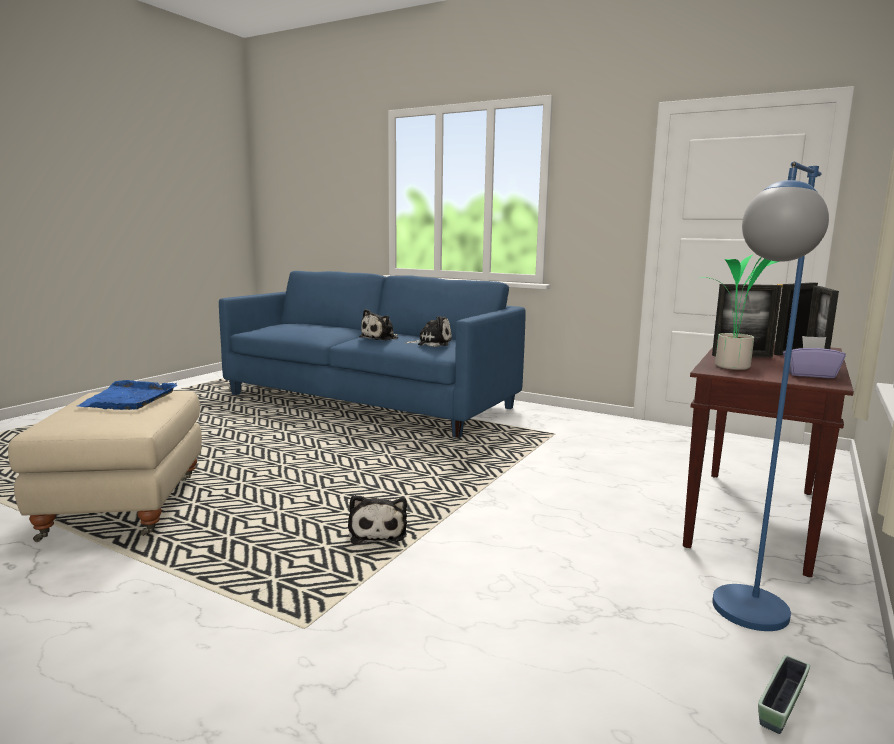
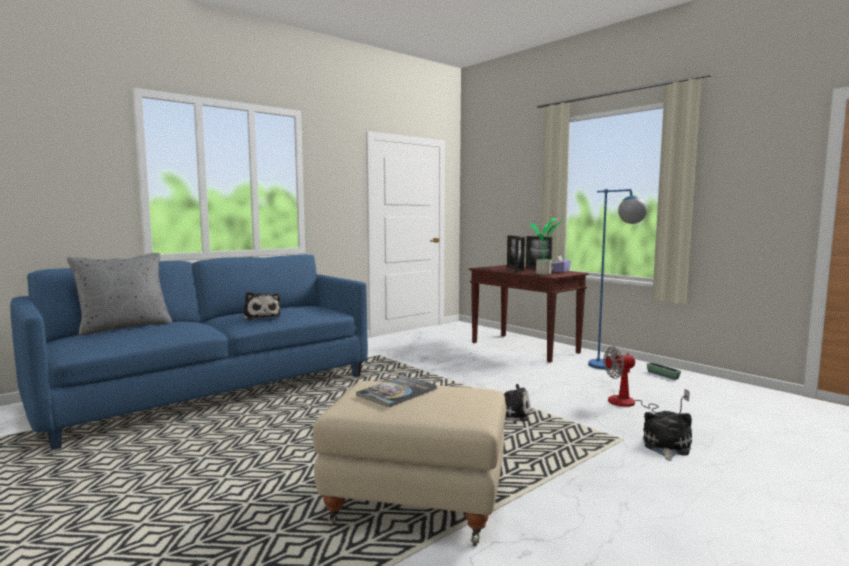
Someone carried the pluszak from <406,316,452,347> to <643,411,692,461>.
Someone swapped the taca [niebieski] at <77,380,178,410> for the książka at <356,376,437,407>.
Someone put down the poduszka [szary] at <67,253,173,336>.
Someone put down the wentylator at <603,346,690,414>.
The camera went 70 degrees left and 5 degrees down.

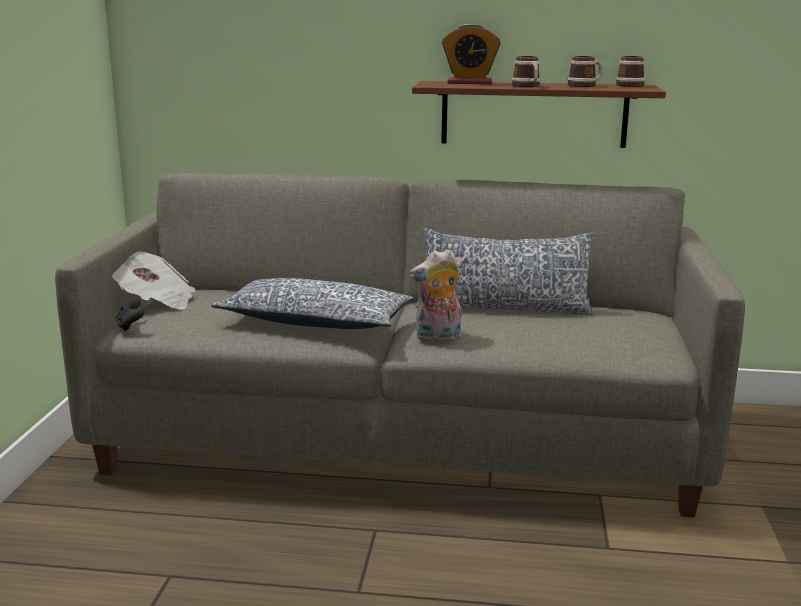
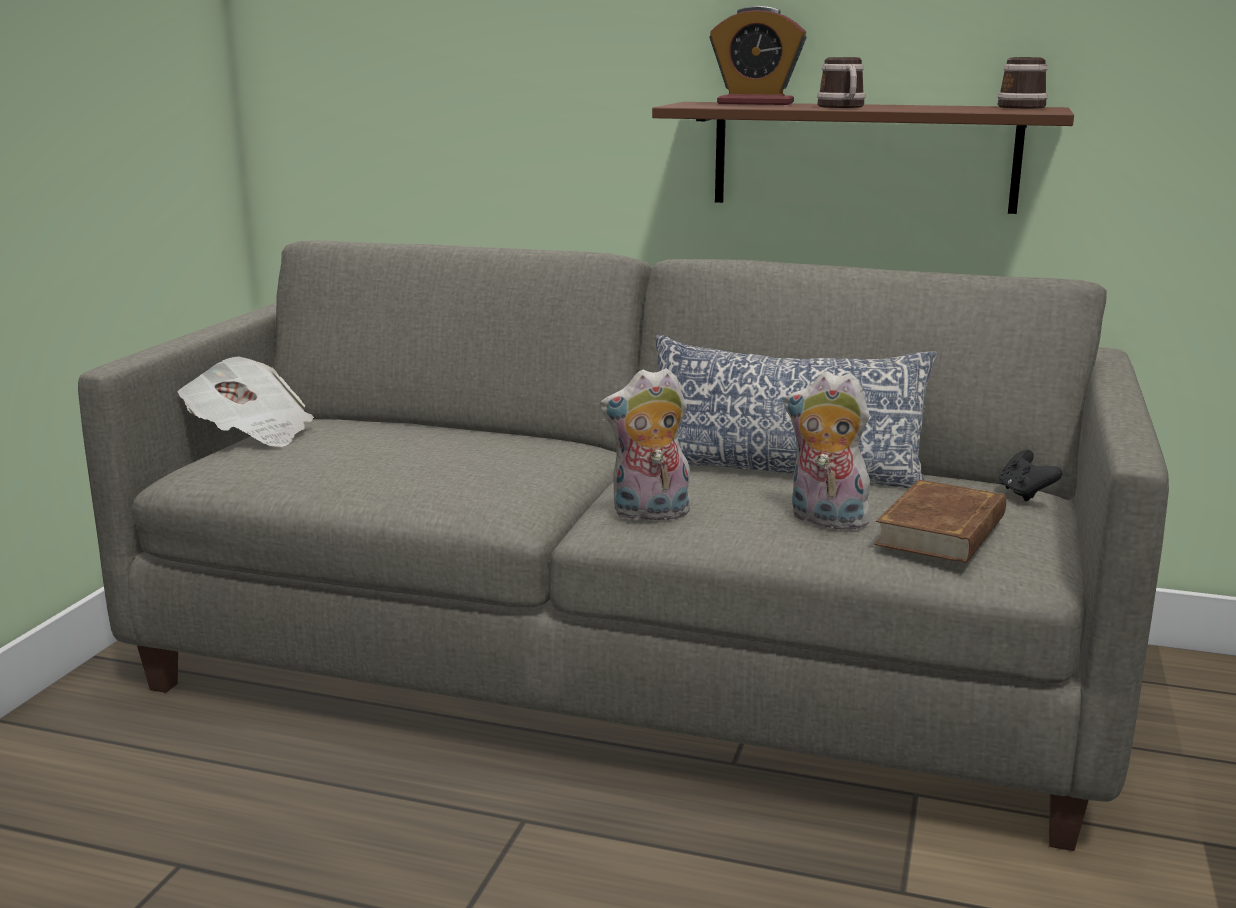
Someone took away the kubek at <567,56,603,87>.
Someone took away the poduszka at <211,278,413,329>.
Someone carried the pad do gier [czarny] from <116,299,144,331> to <999,450,1063,501>.
Someone put down the pluszak at <785,371,878,530>.
Someone put down the książka [brązowy] at <874,480,1006,563>.
The camera went 10 degrees right and 0 degrees up.

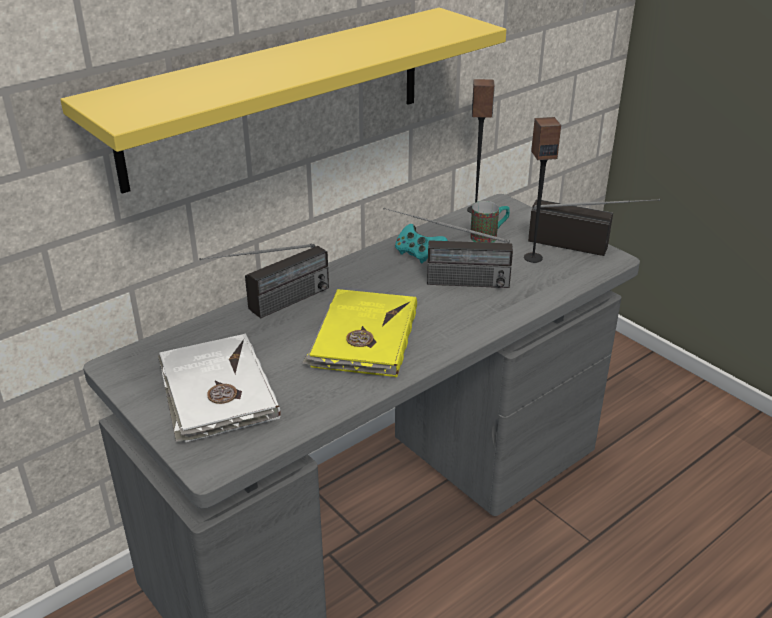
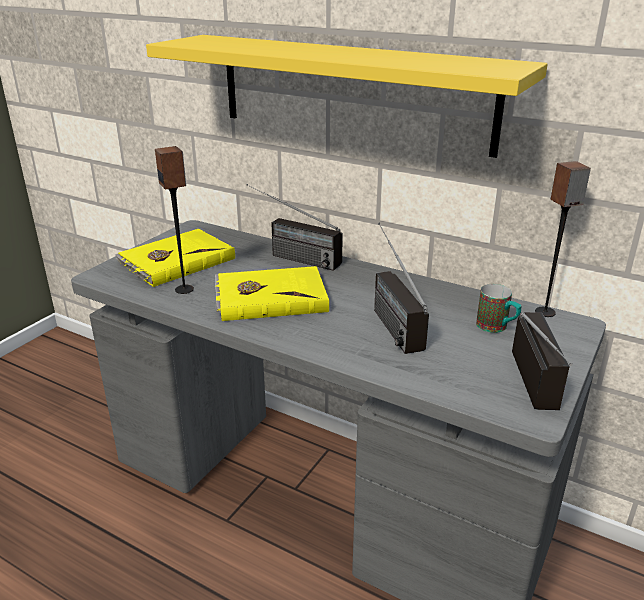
Someone carried the głośnik from <524,117,561,263> to <155,146,194,294>.
Someone took away the pad do gier [turkusowy] at <395,224,448,263>.
Someone repainted the książka [biały] at <158,333,281,442>, which became the książka [żółty] at <115,229,235,287>.
The camera went 70 degrees right and 5 degrees down.

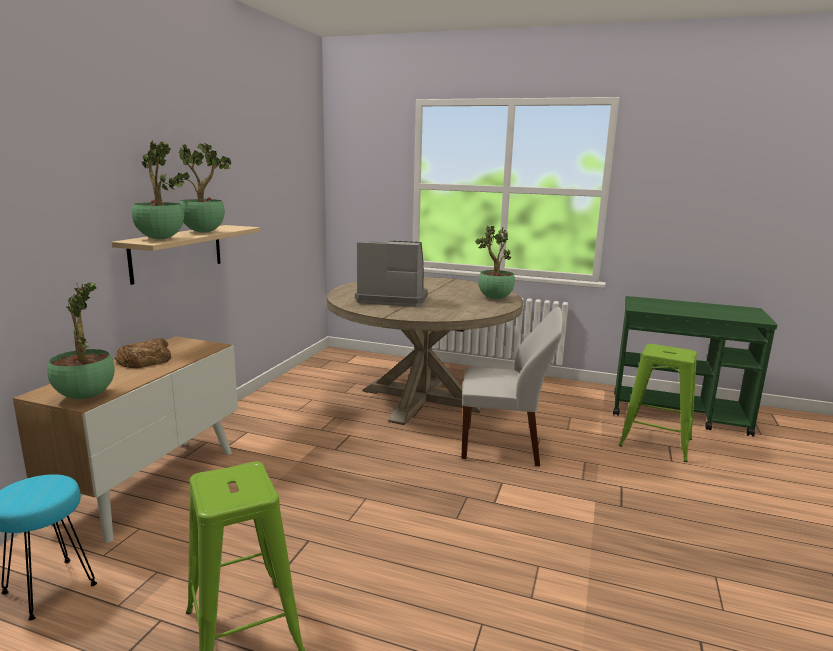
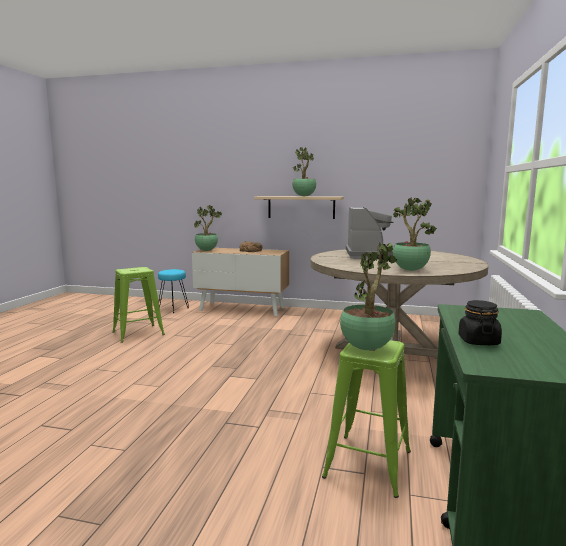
Someone carried the roślina doniczkowa from <132,140,184,239> to <340,243,397,350>.
Someone took away the krzesło [biały] at <462,307,563,466>.
Someone put down the słoik [czarny] at <458,300,502,345>.
The camera went 85 degrees right and 5 degrees down.

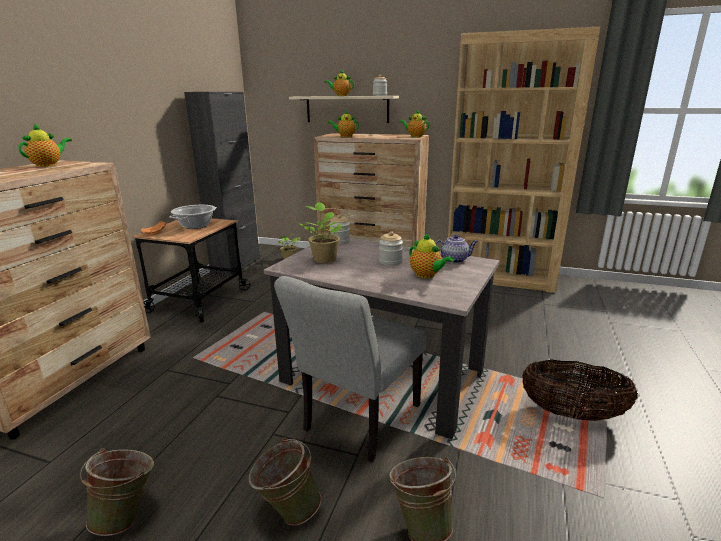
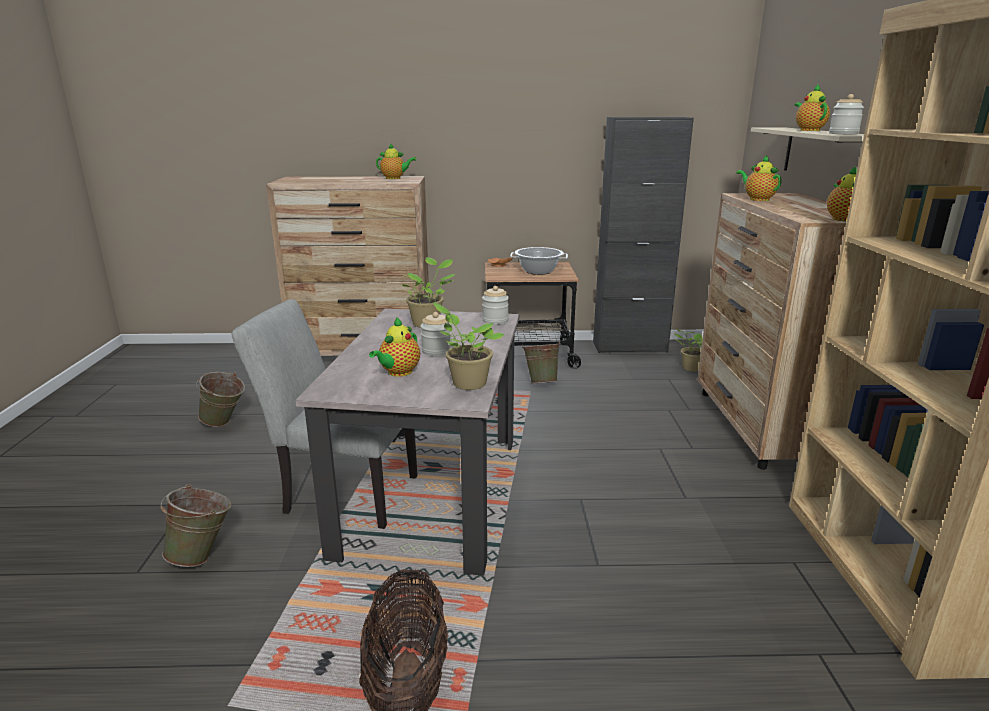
Someone swapped the imbryk at <436,234,478,263> for the roślina doniczkowa at <433,302,505,390>.
Someone carried the wiadro [zielony] from <249,437,322,526> to <522,342,561,383>.
The camera went 70 degrees right and 0 degrees up.

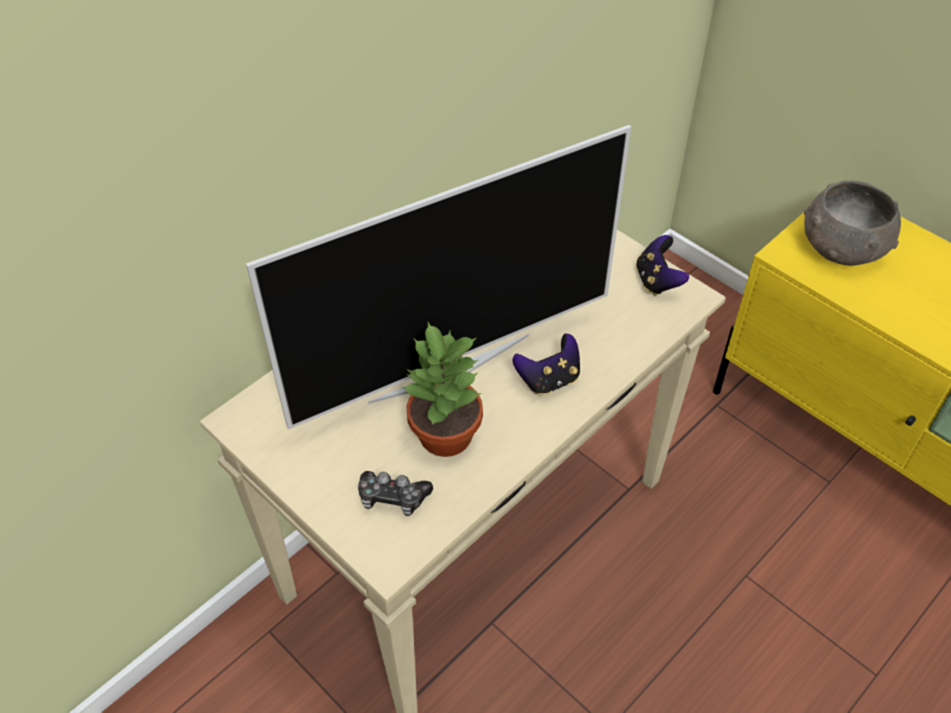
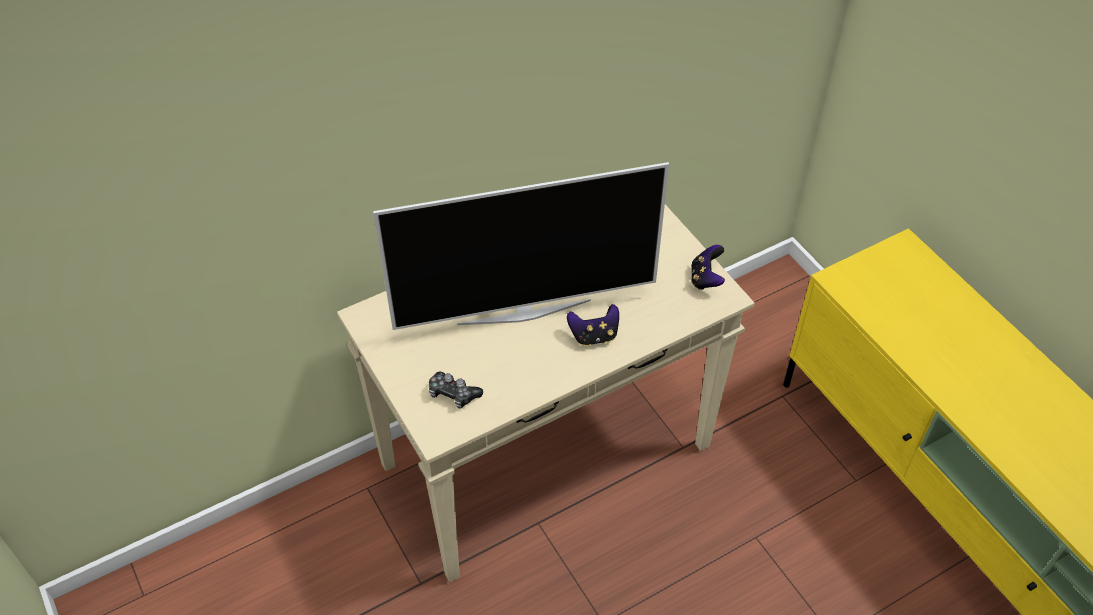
Someone took away the miska [szary] at <804,180,901,266>.
Someone took away the roślina doniczkowa at <401,322,483,457>.
The camera went 15 degrees right and 0 degrees up.

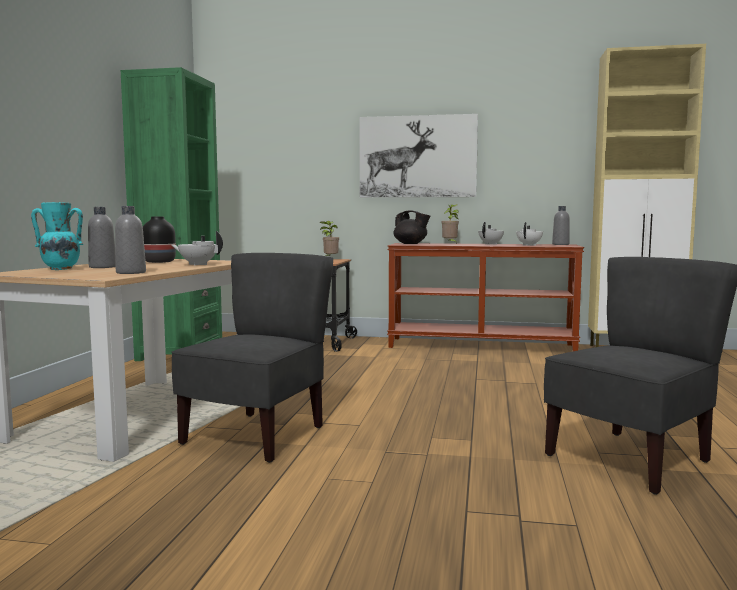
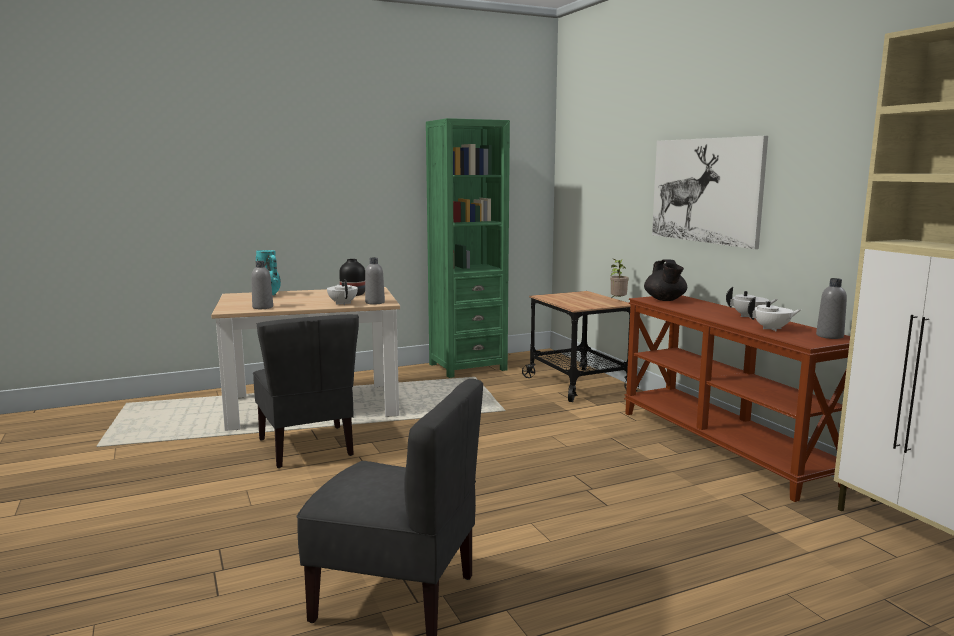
Someone took away the roślina doniczkowa at <441,204,459,244>.
Someone carried the butelka [szary] from <88,207,116,268> to <365,257,385,305>.
Someone rotated the krzesło [szary] at <171,253,333,463> by 75 degrees clockwise.
The camera went 55 degrees right and 5 degrees up.

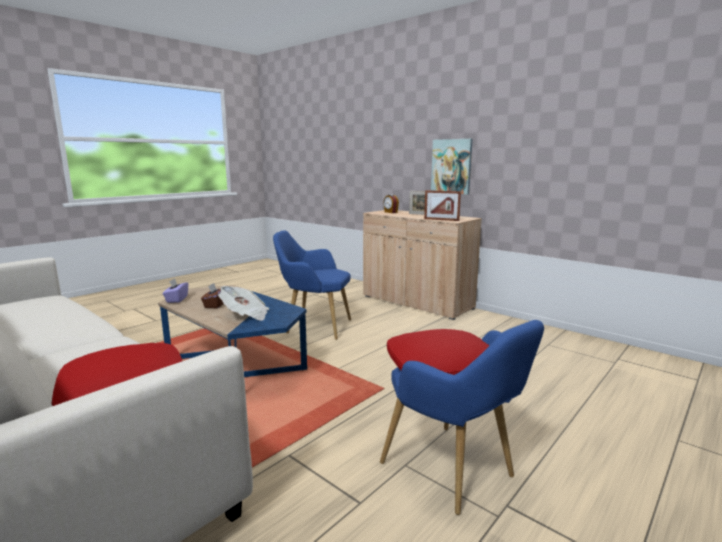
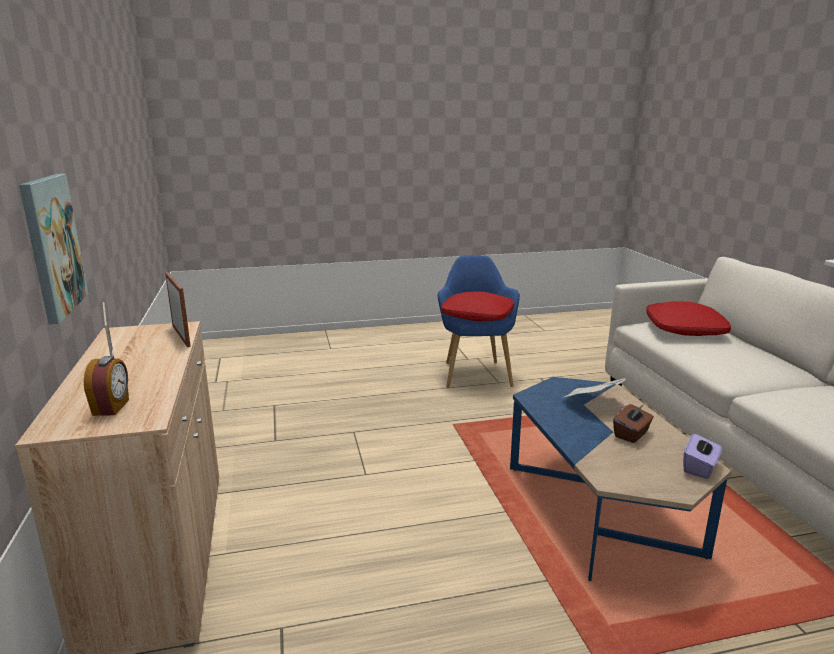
Someone took away the fotel [niebieski] at <273,230,351,340>.
The camera went 145 degrees left and 5 degrees up.

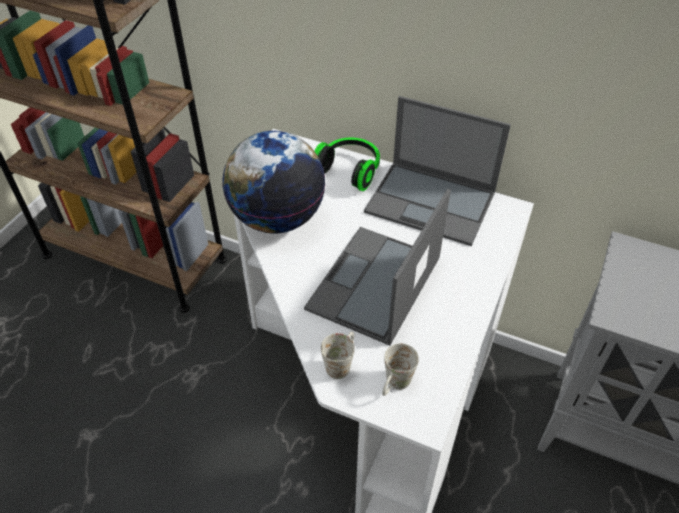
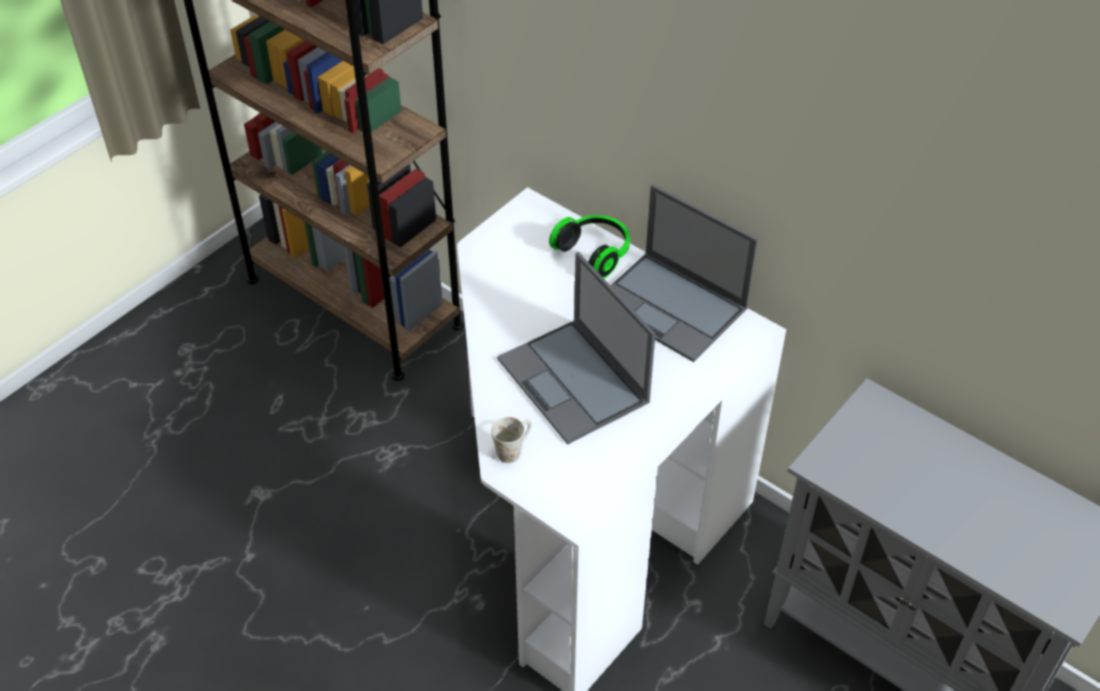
Someone took away the globus at <222,131,326,234>.
Someone rotated the laptop at <304,188,451,346> by 75 degrees counterclockwise.
Someone took away the kubek [biały] at <382,343,419,396>.
The camera went 15 degrees right and 0 degrees up.

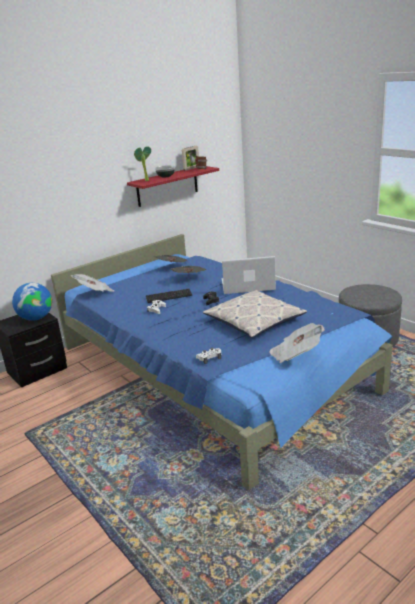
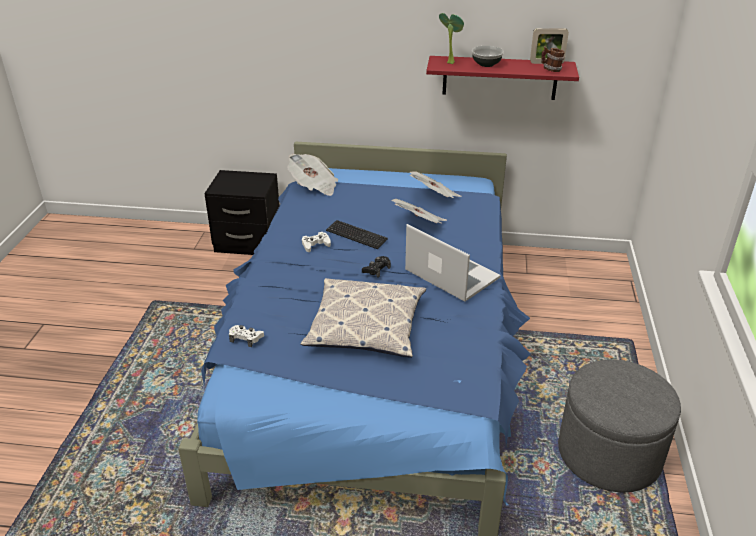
Someone took away the globus at <12,283,52,321>.
Someone took away the gazeta at <269,323,325,363>.
The camera went 45 degrees right and 10 degrees up.

